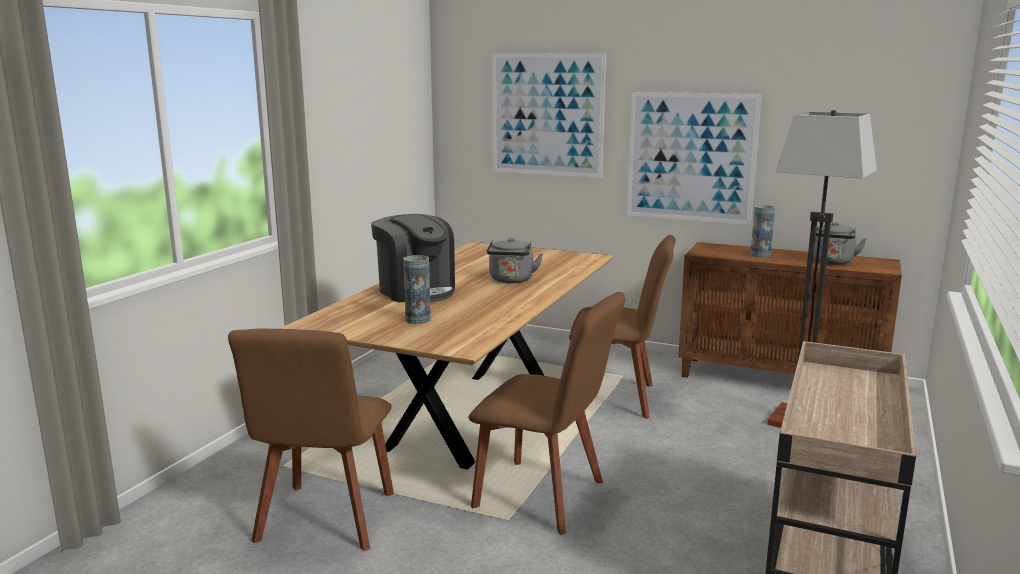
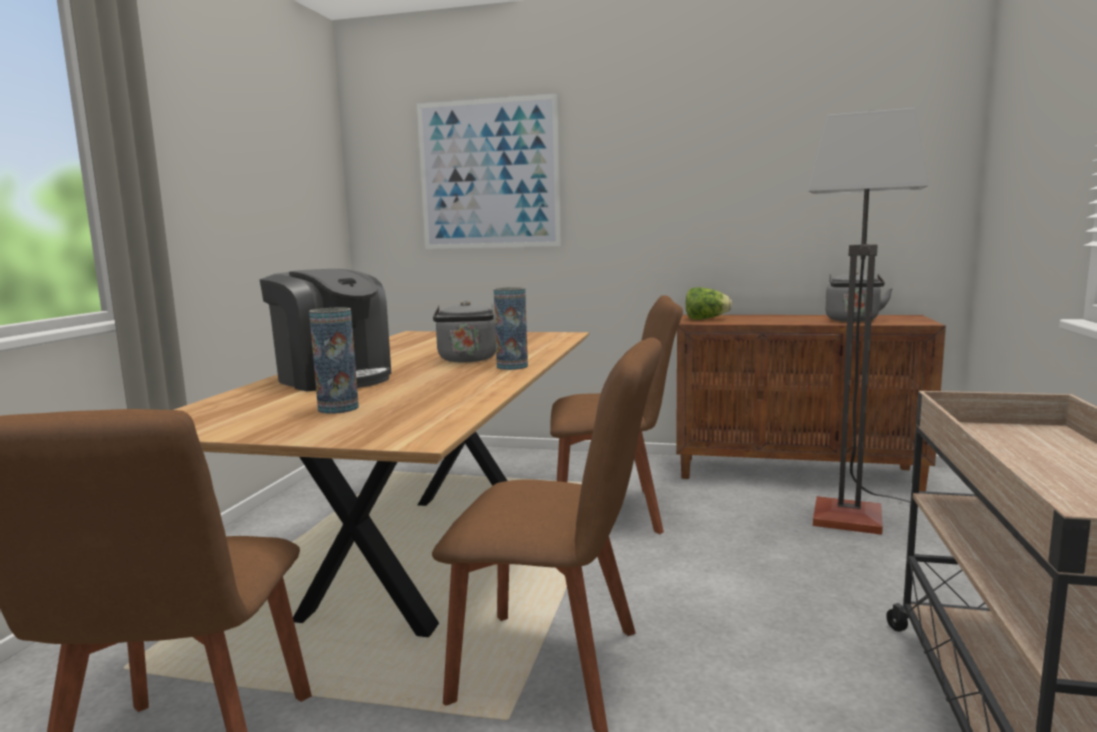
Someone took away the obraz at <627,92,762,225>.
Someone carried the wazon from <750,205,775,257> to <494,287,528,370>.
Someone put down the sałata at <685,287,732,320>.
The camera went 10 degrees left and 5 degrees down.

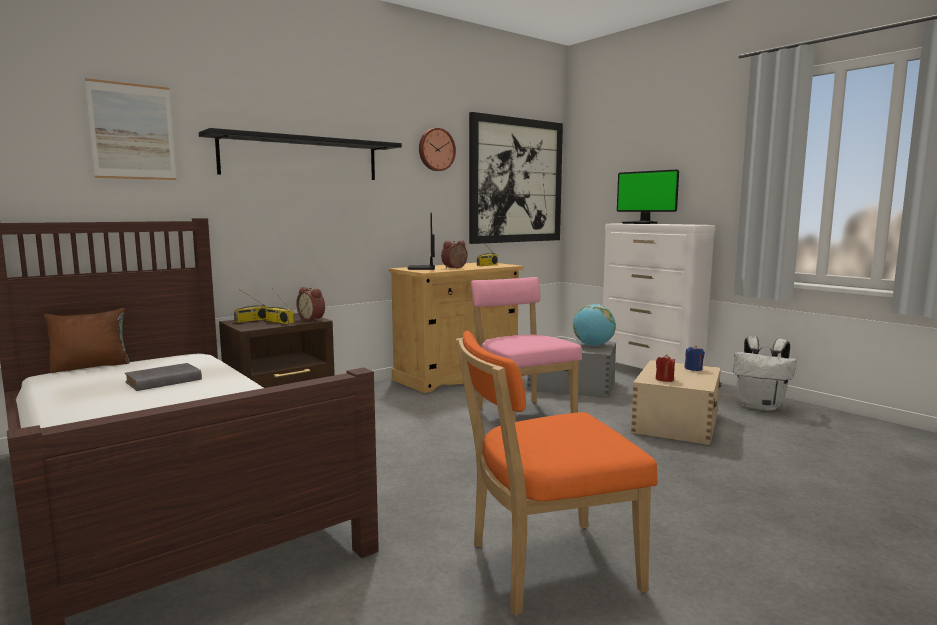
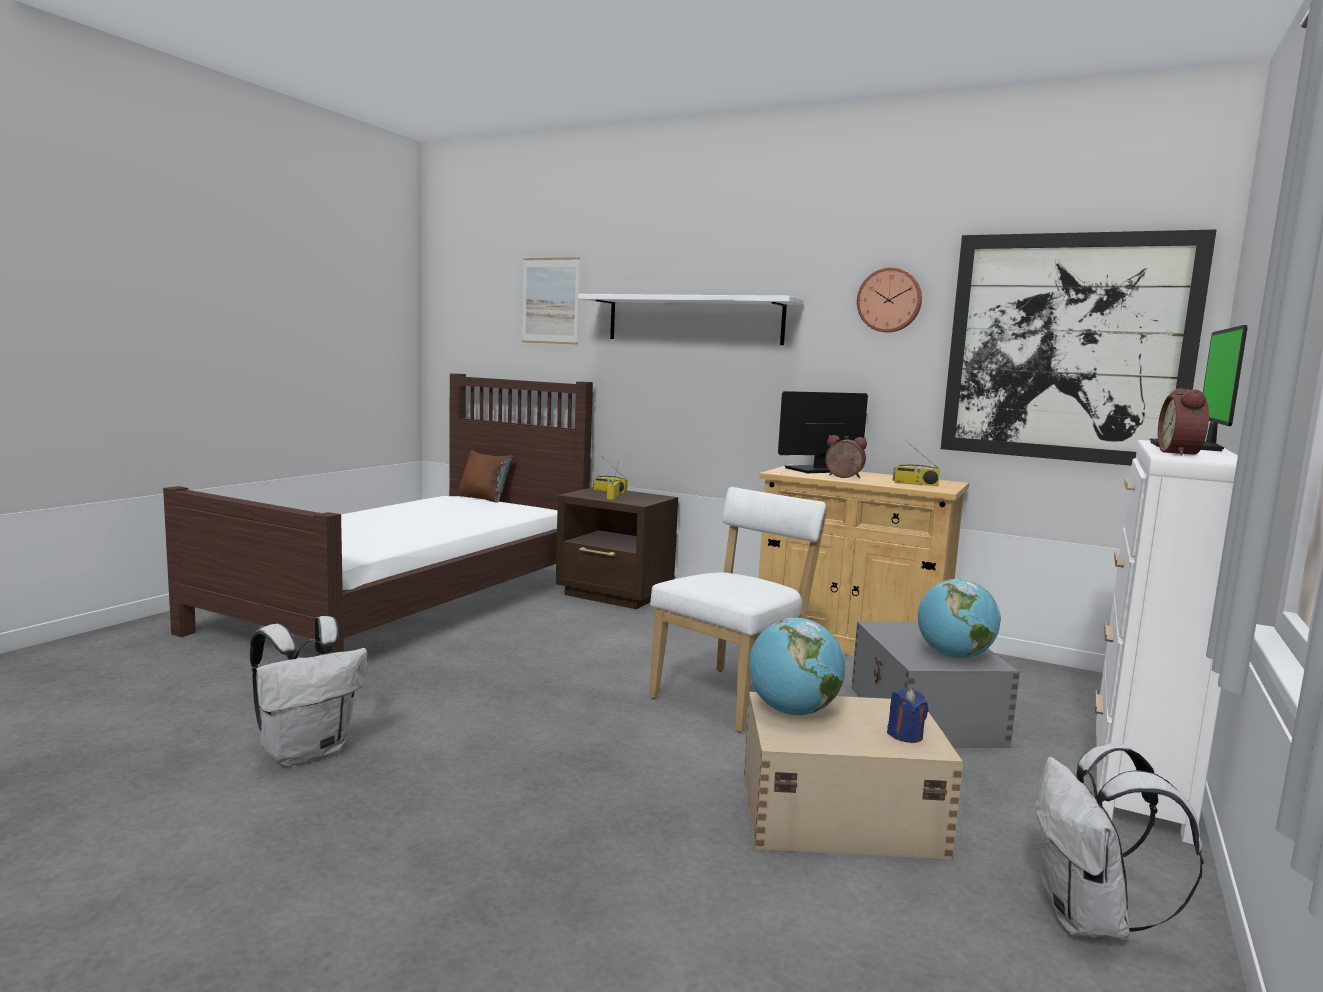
Someone repainted the półka [czarny] at <199,128,402,180>, which became the półka [biały] at <578,294,803,345>.
Someone repainted the krzesło [różowy] at <470,277,582,422>, which became the krzesło [biały] at <649,487,828,732>.
Someone carried the budzik from <296,287,325,321> to <1158,388,1209,456>.
Someone swapped the krzesło [pomarańczowy] at <456,331,658,616> for the plecak [biały] at <250,616,367,766>.
Someone swapped the świeca [czerwony] at <656,354,676,382> for the globus at <749,618,845,715>.
Someone took away the książka [szary] at <125,363,202,391>.
The camera went 65 degrees right and 0 degrees up.

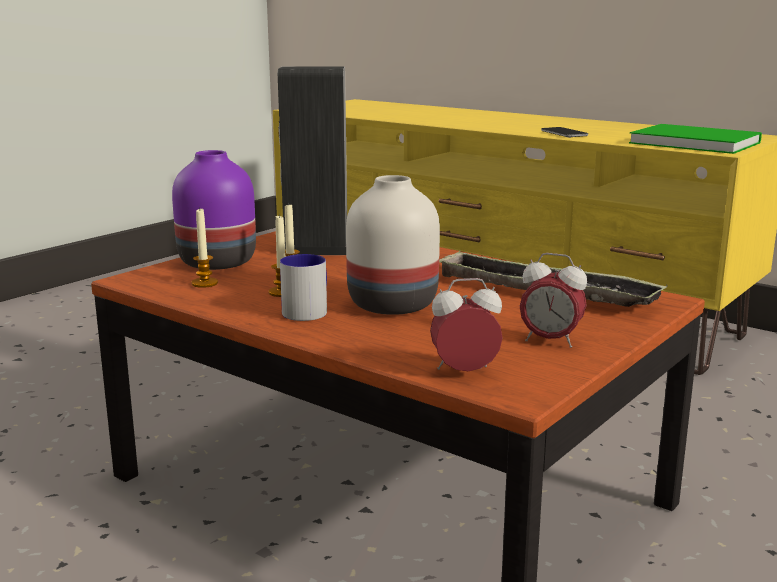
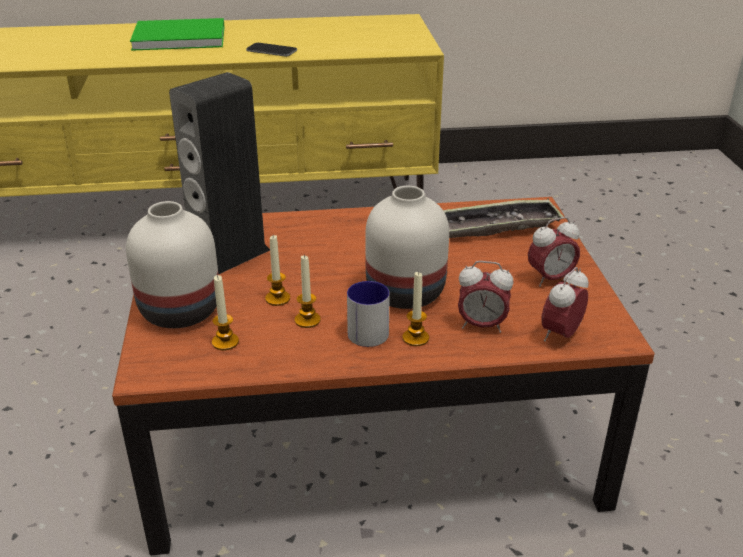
Someone carried the książka [zielony] from <629,124,762,154> to <130,18,224,51>.
Someone repainted the wazon [fioletowy] at <172,150,256,270>, which became the wazon [biały] at <126,201,218,328>.
Someone put down the budzik at <458,261,514,333>.
Someone put down the świeca at <402,271,429,346>.
The camera went 45 degrees left and 15 degrees up.

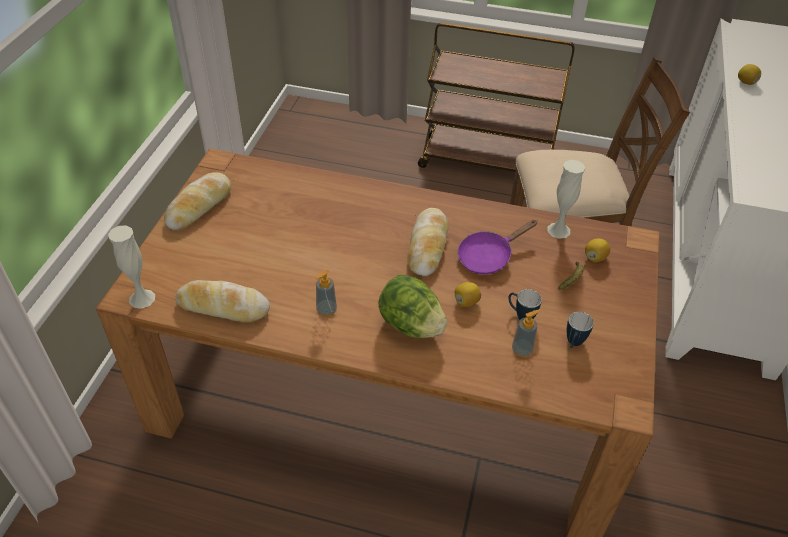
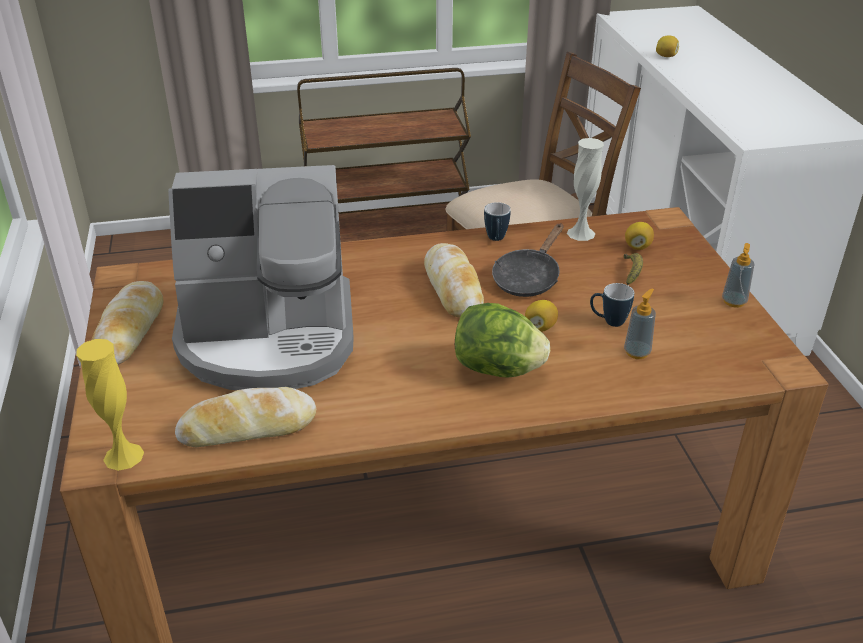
Someone repainted the patelnia [fioletowy] at <457,220,538,274>, which became the patelnia [czarny] at <492,223,563,297>.
Someone repainted the wazon [biały] at <108,225,155,309>, which became the wazon [żółty] at <76,339,144,471>.
Someone carried the dozownik mydła from <315,270,337,316> to <722,243,754,308>.
Someone carried the kubek from <567,312,594,348> to <484,202,511,241>.
Someone put down the ekspres do kawy at <168,165,354,390>.
The camera went 25 degrees left and 10 degrees down.

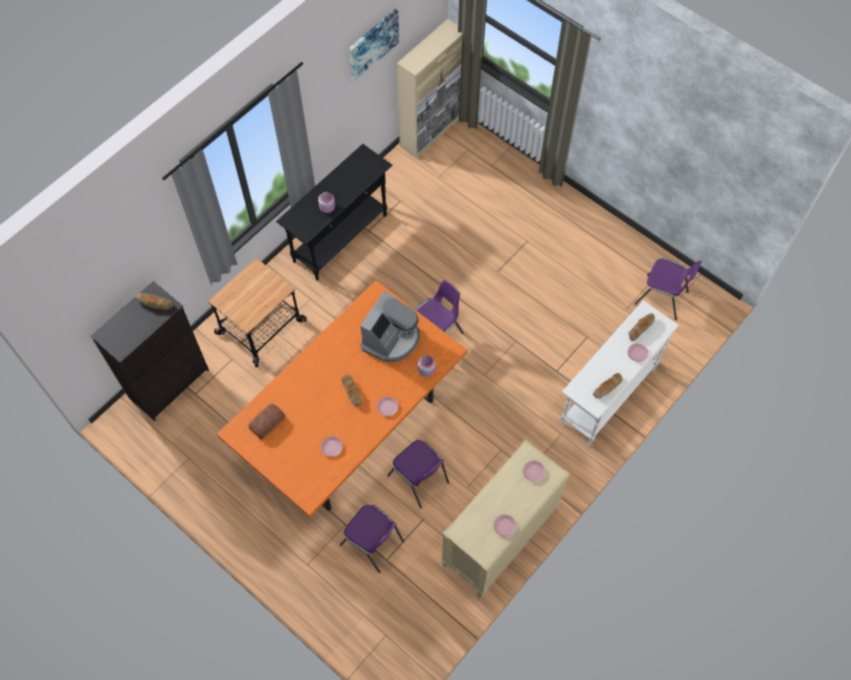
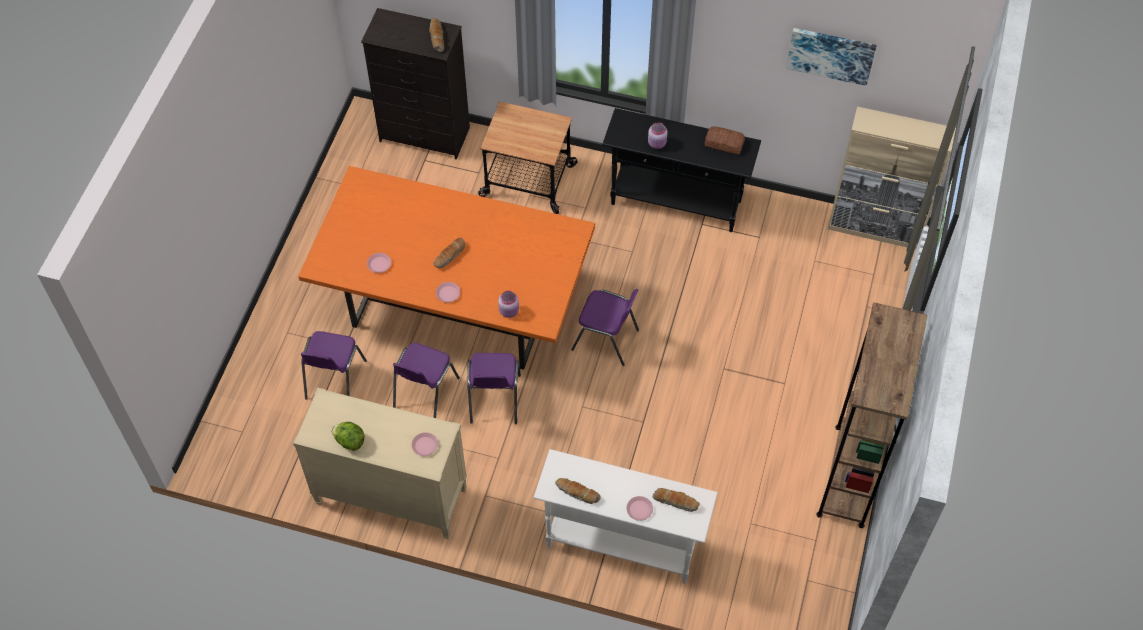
Someone carried the krzesło [fioletowy] from <634,258,702,320> to <467,353,521,424>.
Someone took away the ekspres do kawy at <360,291,420,362>.
Someone carried the chleb from <249,404,285,440> to <705,127,745,154>.
Someone swapped the talerz [różowy] at <493,515,516,537> for the sałata at <331,422,365,451>.
Someone put down the regał [brązowy] at <816,302,927,528>.
The camera went 65 degrees right and 5 degrees down.

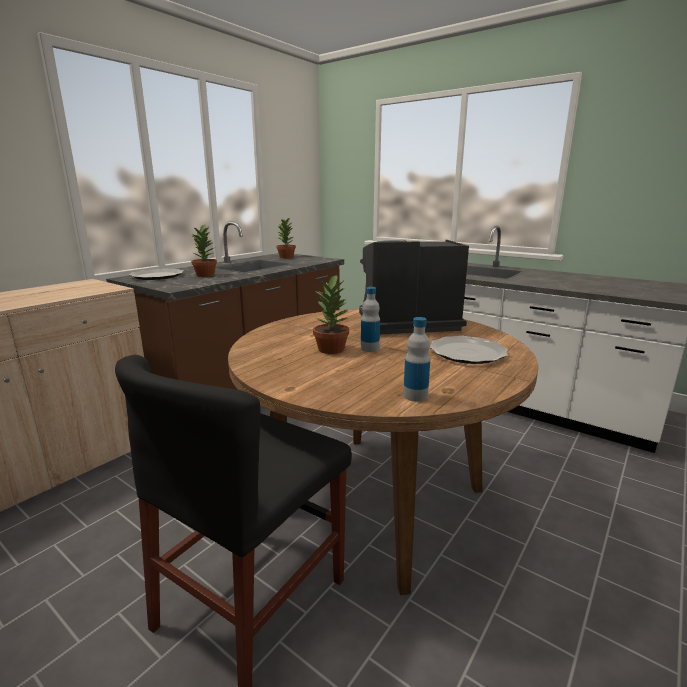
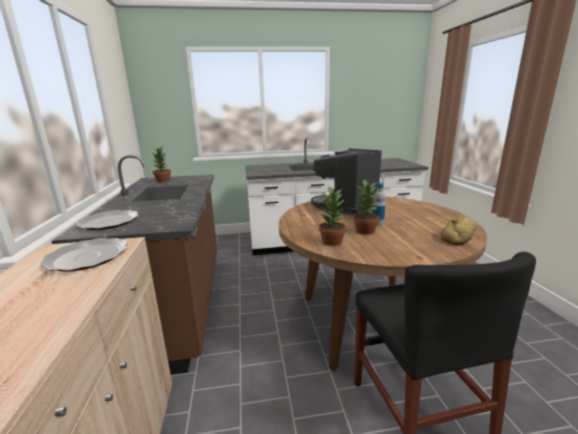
Someone carried the roślina doniczkowa from <191,225,217,277> to <319,185,346,246>.
Someone swapped the butelka at <403,317,430,402> for the chleb at <441,217,477,246>.
Someone carried the talerz from <430,336,508,364> to <40,238,127,272>.
The camera went 45 degrees left and 0 degrees up.

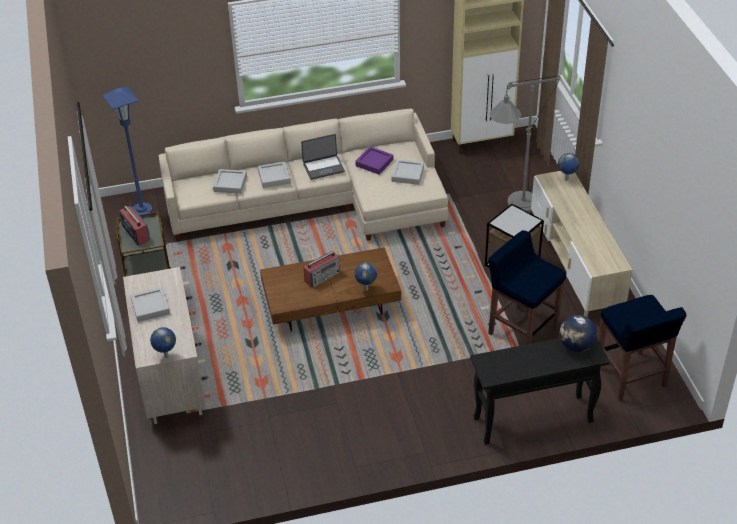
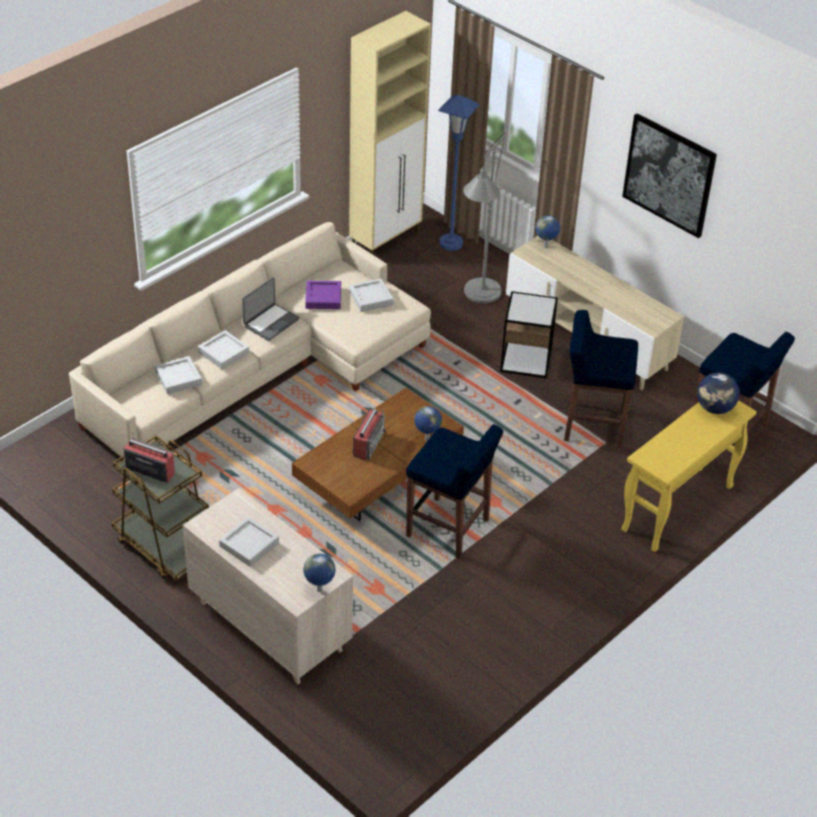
Someone carried the lampa stojąca [niebieski] from <102,87,153,218> to <438,95,480,251>.
Someone repainted the stolik konsolowy [czarny] at <470,338,610,445>, which became the stolik konsolowy [żółty] at <621,400,757,552>.
Someone put up the obraz at <622,113,717,238>.
Someone put down the stołek [niebieski] at <406,424,503,559>.
The camera went 35 degrees left and 0 degrees up.

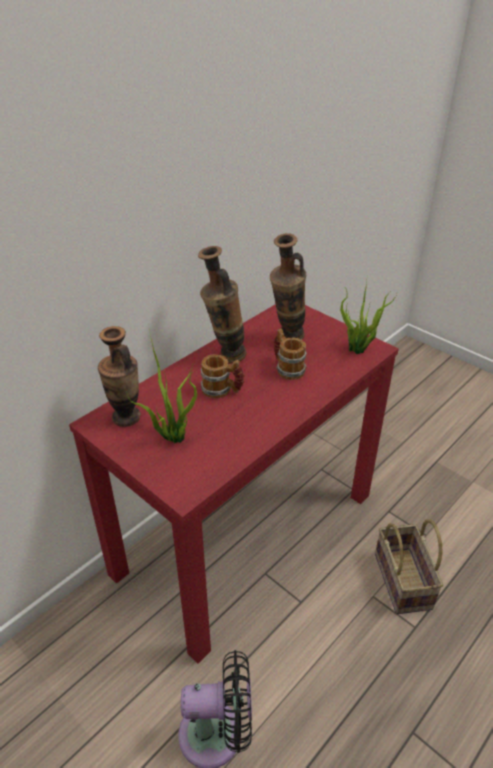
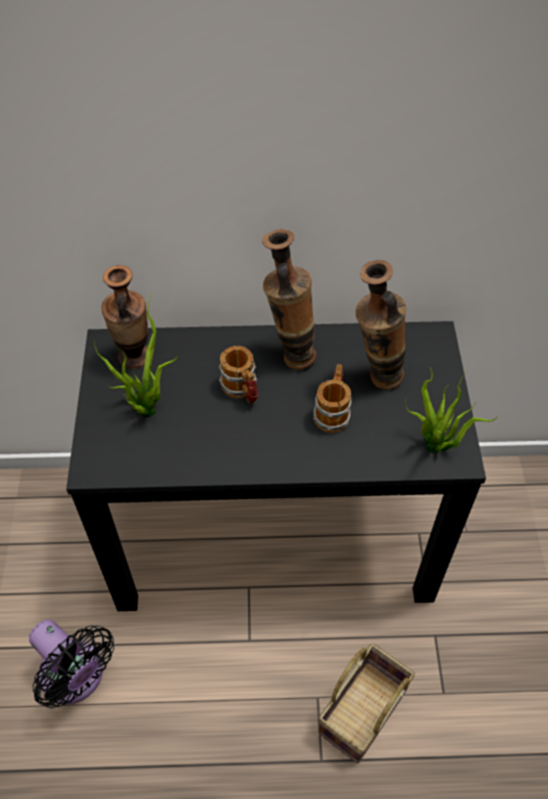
Someone repainted the stolik konsolowy [czerwony] at <69,304,399,664>, which became the stolik konsolowy [czarny] at <66,321,486,611>.
The camera went 45 degrees right and 15 degrees up.

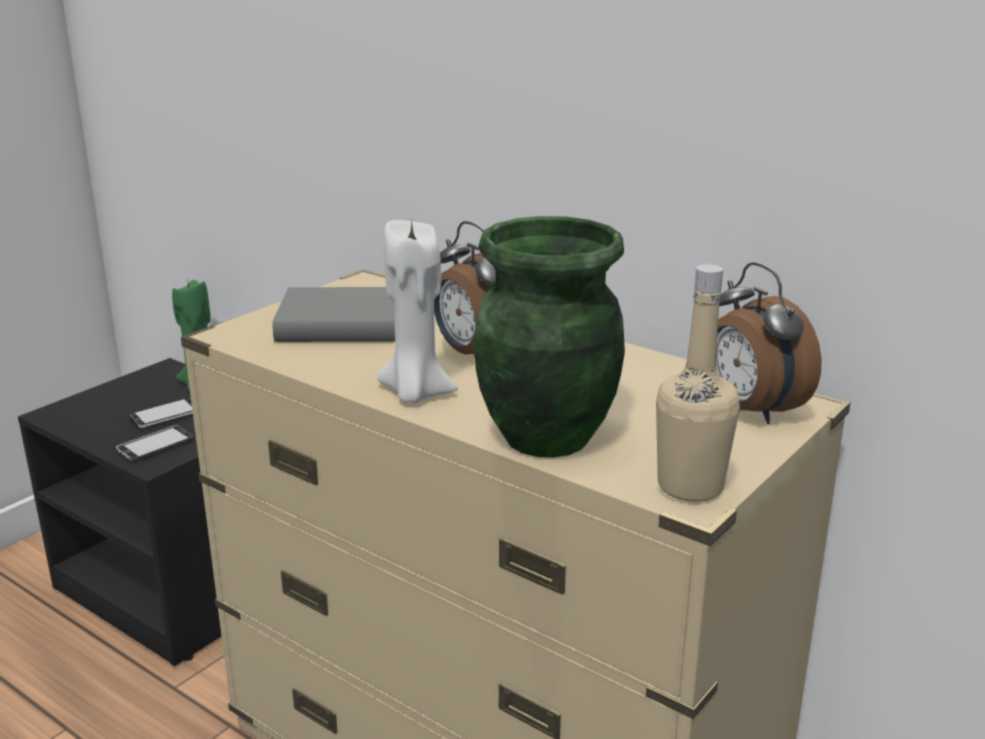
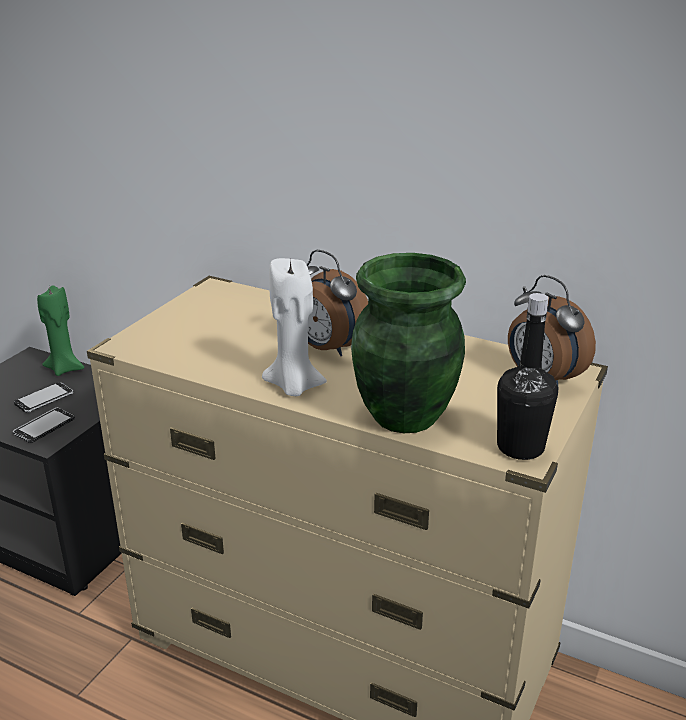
Someone repainted the butelka [beżowy] at <656,264,740,502>, which became the butelka [czarny] at <497,293,558,460>.
Someone took away the książka [szary] at <272,287,395,342>.
The camera went 10 degrees left and 5 degrees up.

